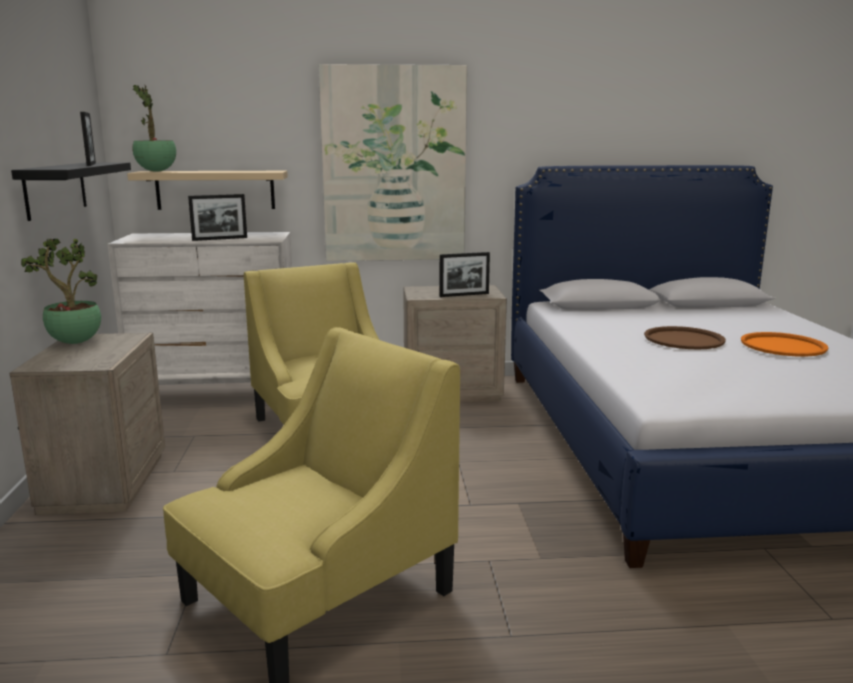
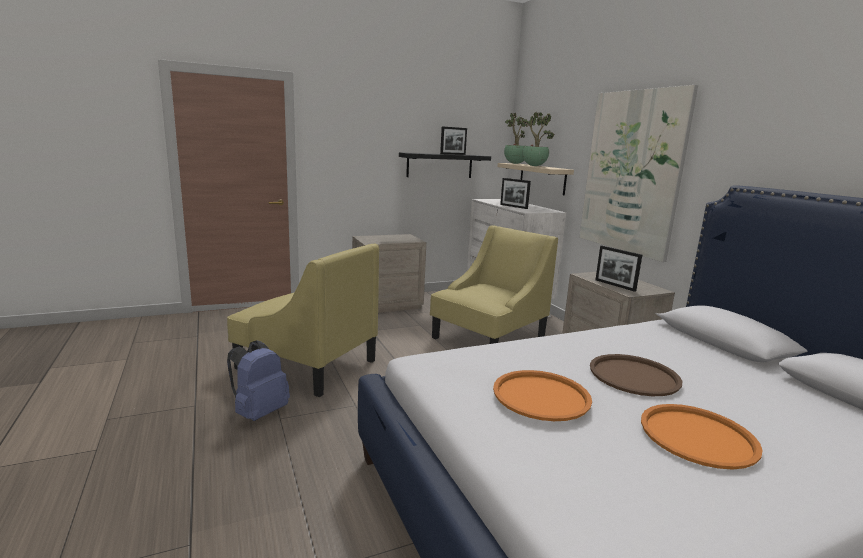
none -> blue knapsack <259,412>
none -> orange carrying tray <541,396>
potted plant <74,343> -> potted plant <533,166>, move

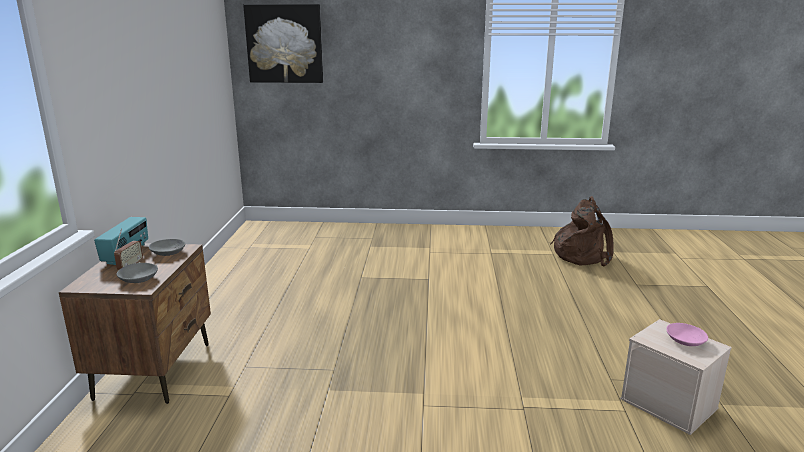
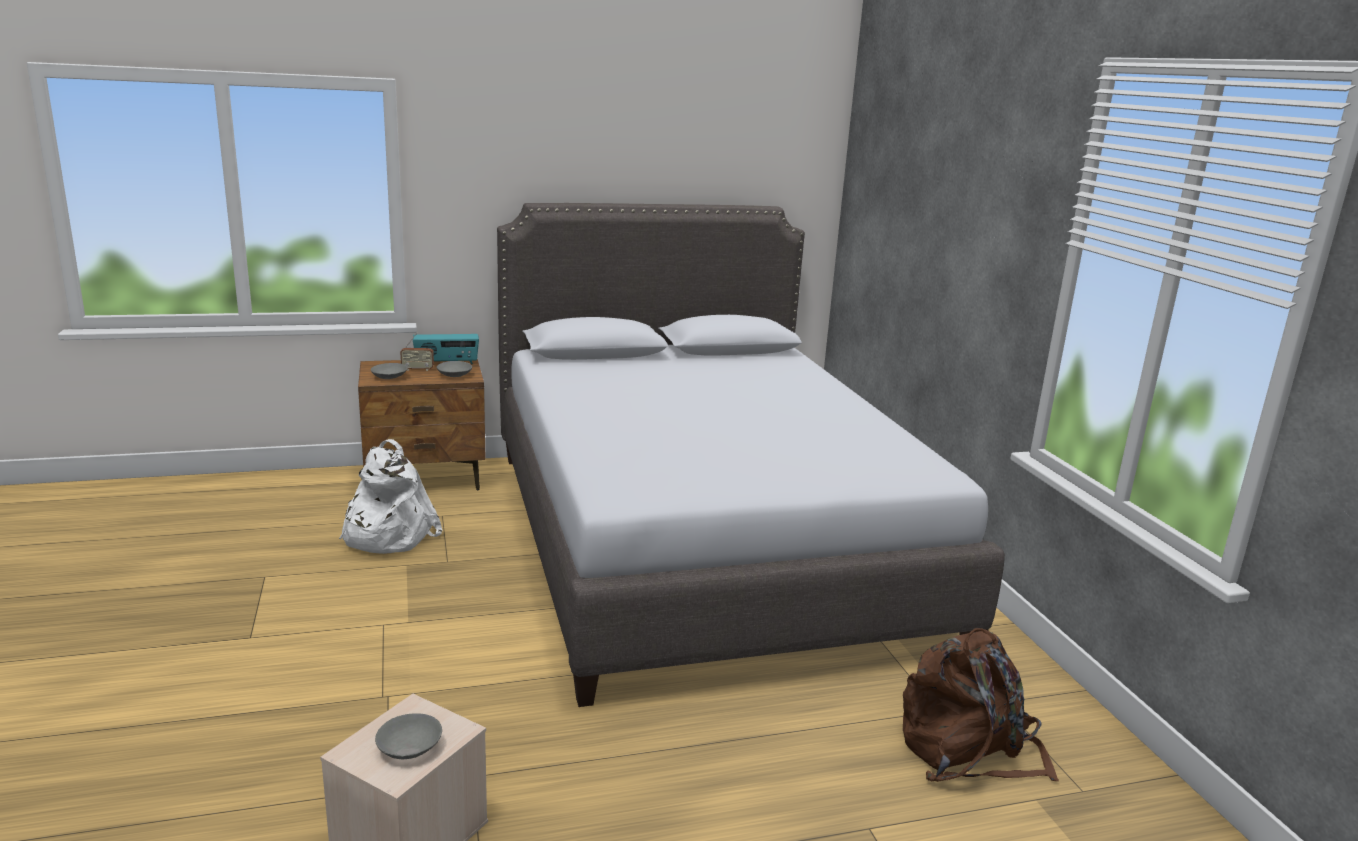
picture <284,43> -> none
none -> white knapsack <386,534>
none -> gray bed <700,541>
pink-coloured bowl <686,341> -> gray bowl <408,748>

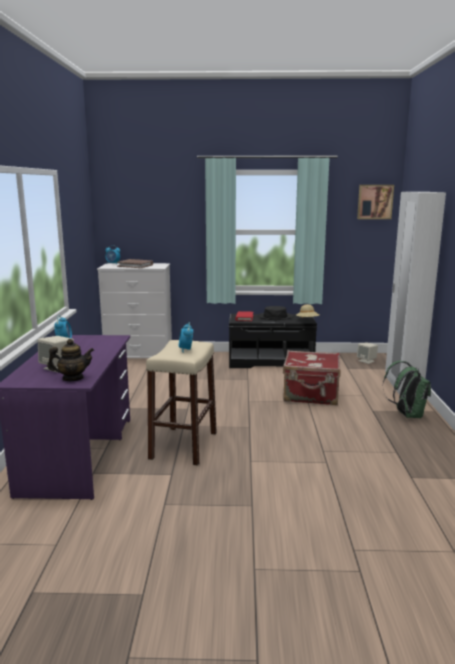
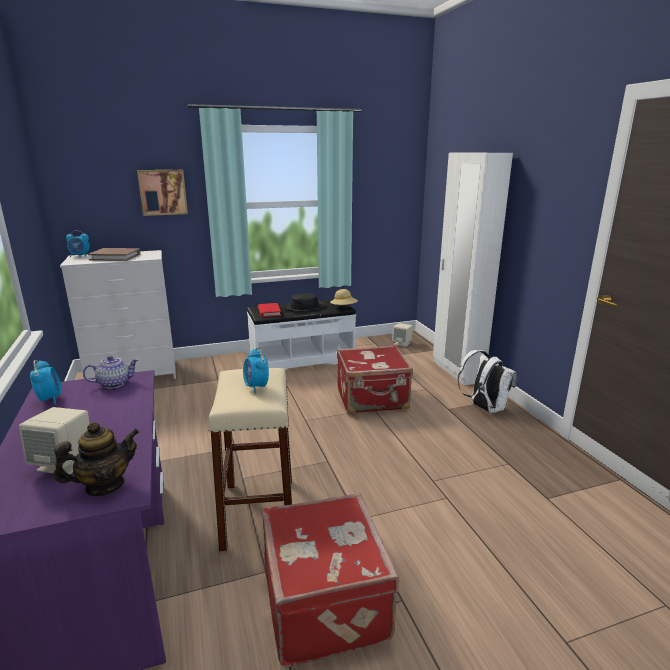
none -> pot for tea <114,383>
none -> reddish travel case <327,602>
picture <374,202> -> picture <163,192>, move
black-coloured bench <270,362> -> white bench <301,359>
greenish knapsack <406,414> -> white knapsack <484,408>

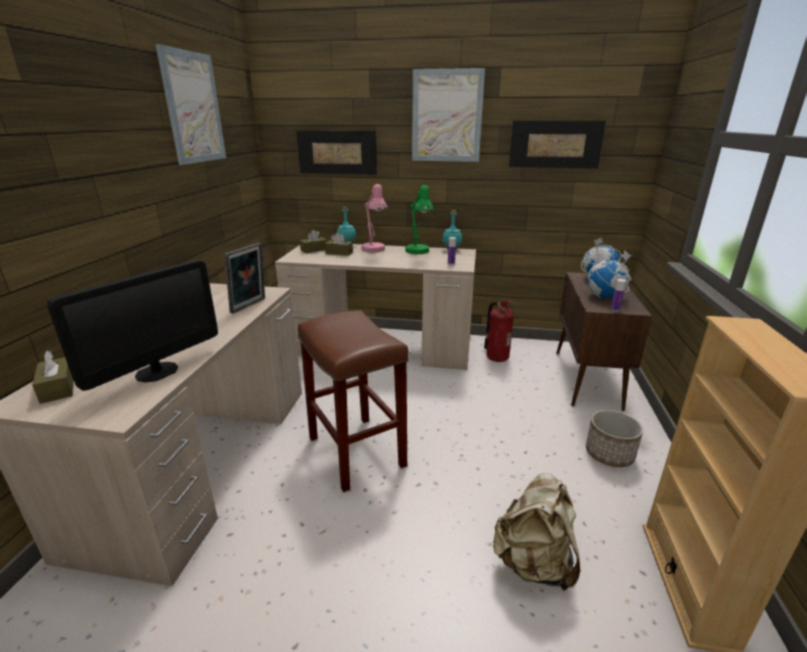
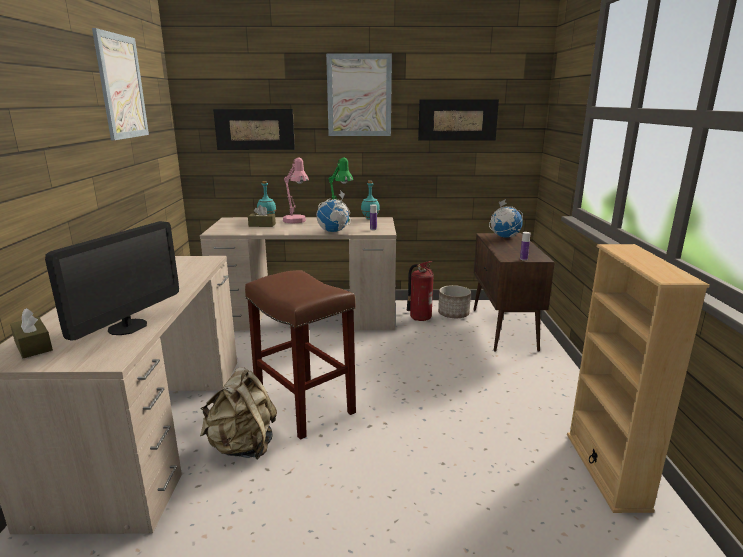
picture frame <250,306> -> none
brown-coloured tissue holder <314,250> -> none
beige knapsack <533,563> -> beige knapsack <243,446>, move
plant pot <609,454> -> plant pot <453,314>, move
world globe <605,297> -> world globe <333,231>, move

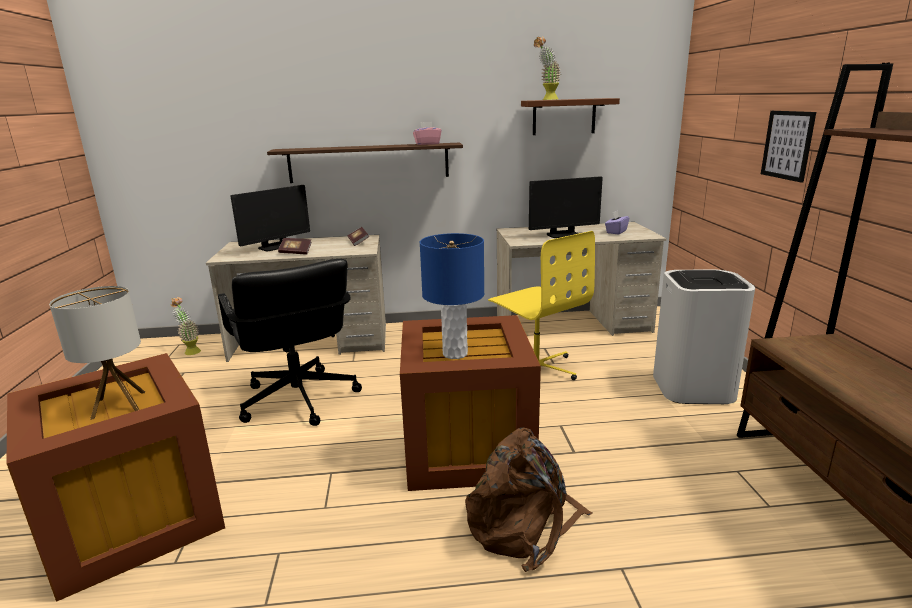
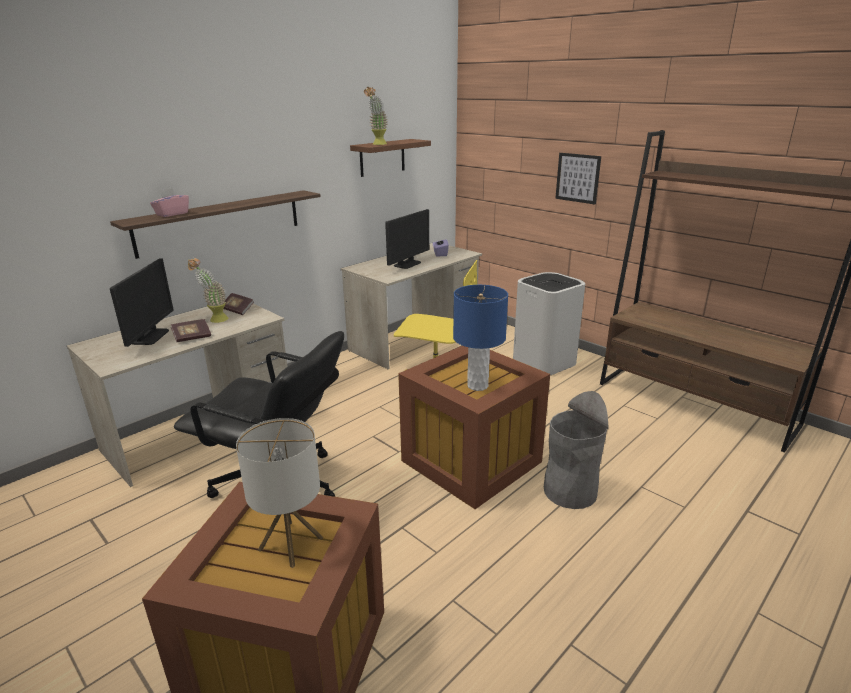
potted plant <190,351> -> potted plant <214,319>, move
pink-coloured tissue holder <427,144> -> pink-coloured tissue holder <172,214>, move
brown-coloured knapsack <524,526> -> gray waste bin <570,491>

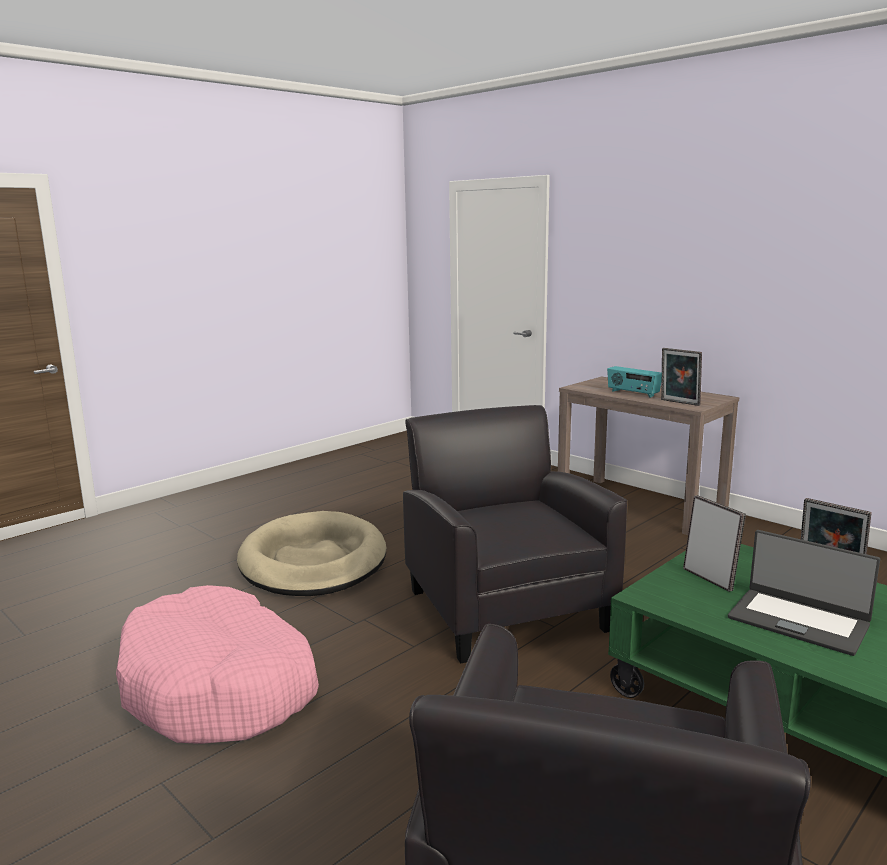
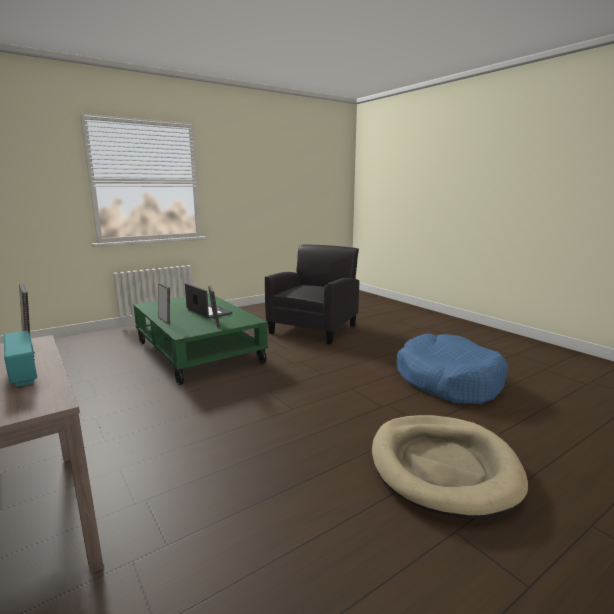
black-coloured armchair <506,608> -> none
pink-coloured dog bed <220,687> -> blue dog bed <448,381>

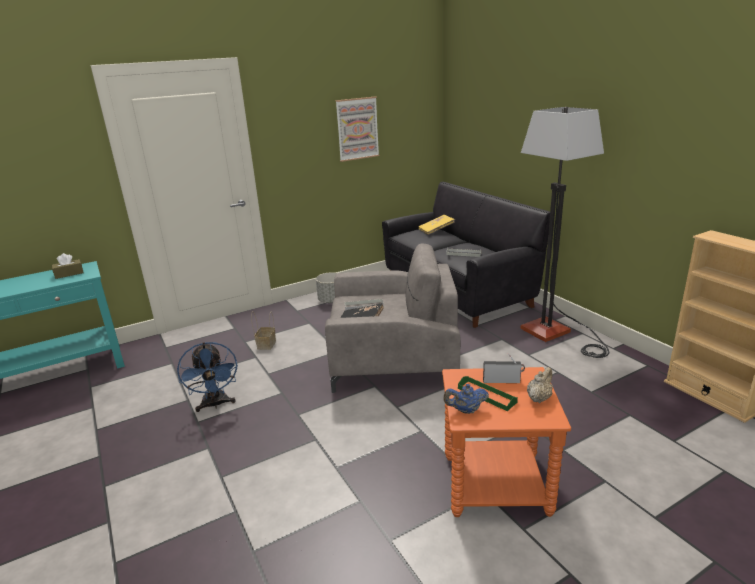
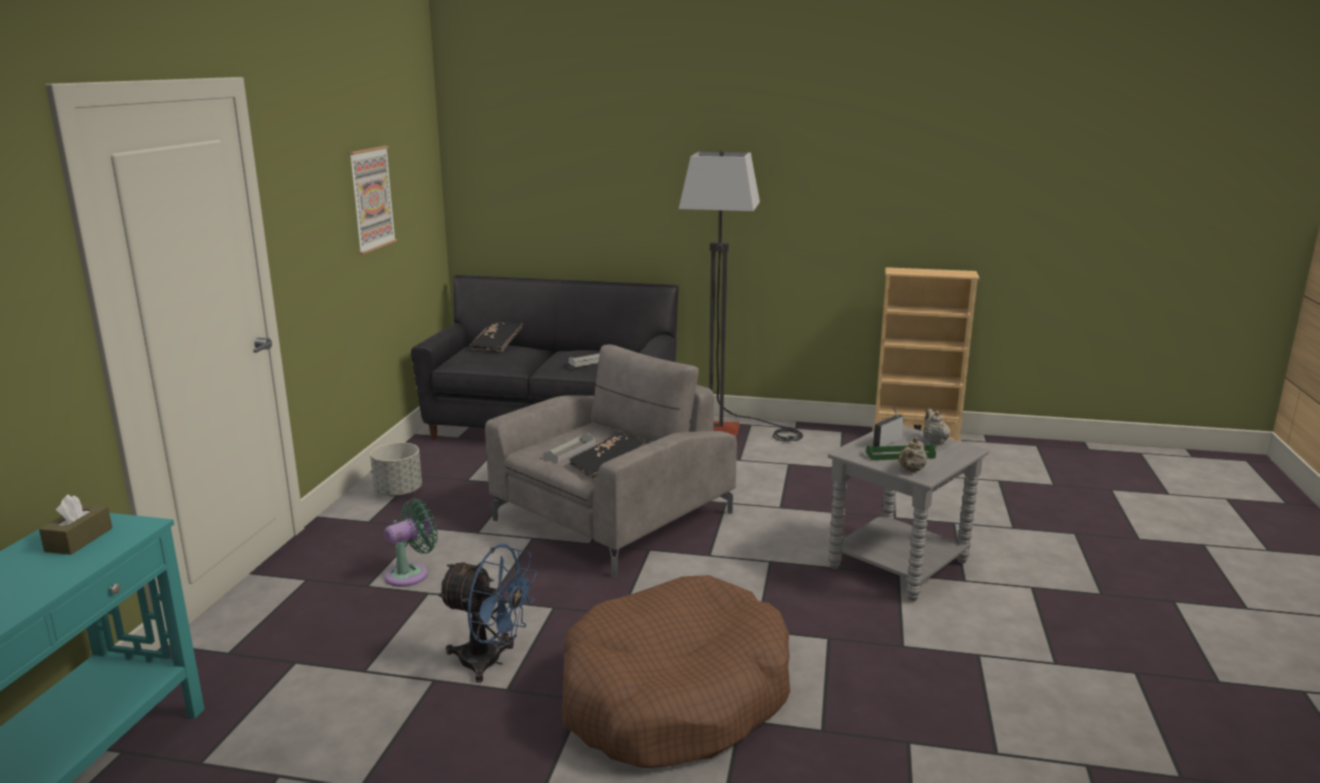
none -> brown-coloured dog bed <674,697>
basket <266,344> -> greenish fan <411,574>
yellow book <436,230> -> black-coloured book <497,345>
orange side table <495,485> -> gray side table <899,566>
blue pot for tea <466,410> -> beige pot for tea <911,470>

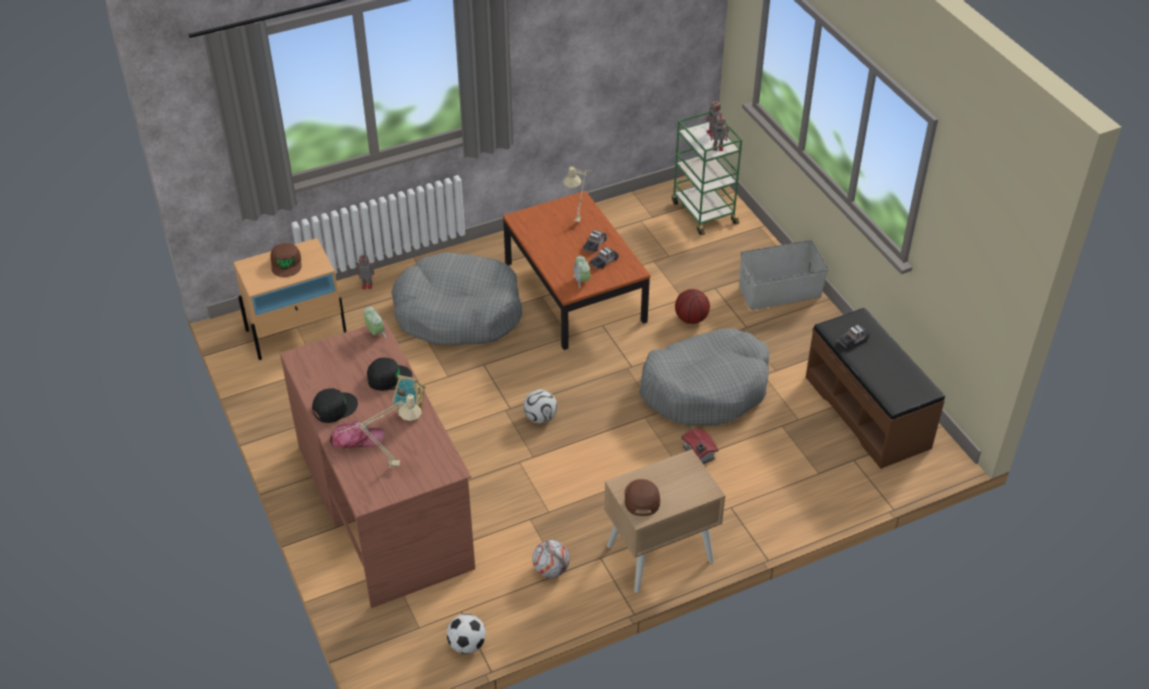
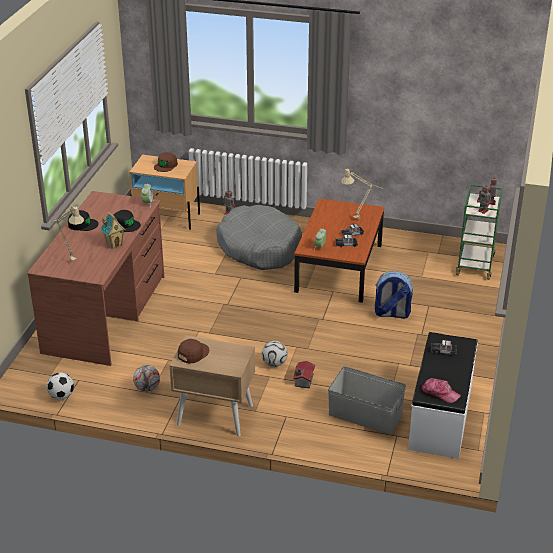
gray dog bed <706,388> -> none
baseball cap <356,439> -> baseball cap <440,393>, move
ball for football <540,418> -> ball for football <274,363>, move
gray storage bin <780,292> -> gray storage bin <365,415>, move
basketball ball <691,319> -> knapsack <391,314>
brown-coloured bench <868,411> -> white bench <441,416>

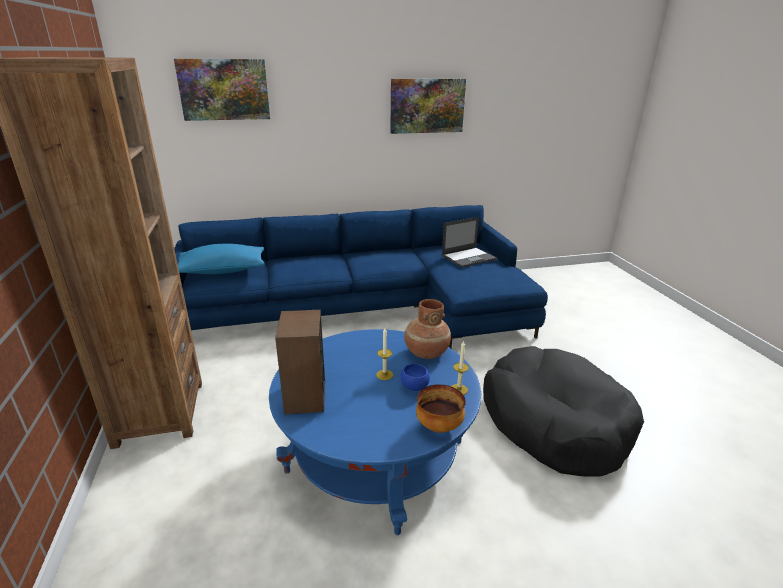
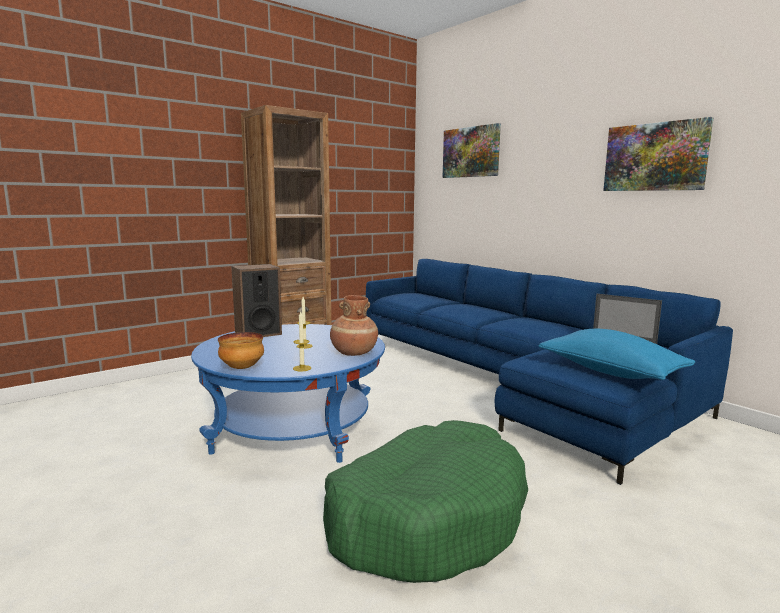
blue bowl <414,387> -> none
blue cushion <222,271> -> blue cushion <611,372>, move
black-coloured dog bed <554,422> -> greenish dog bed <426,517>

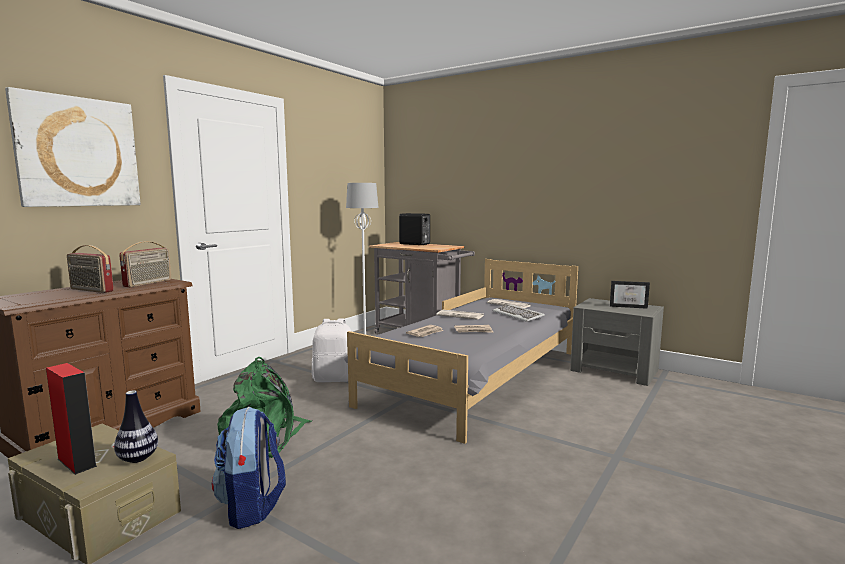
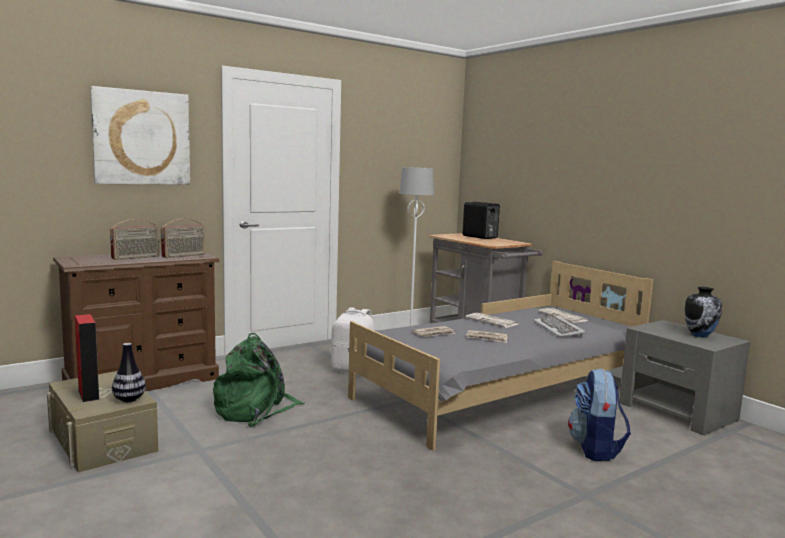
knapsack <252,506> -> knapsack <596,449>, move
picture frame <628,306> -> flower vase <700,335>
radio set <91,290> -> radio set <136,258>, 90 degrees counterclockwise

